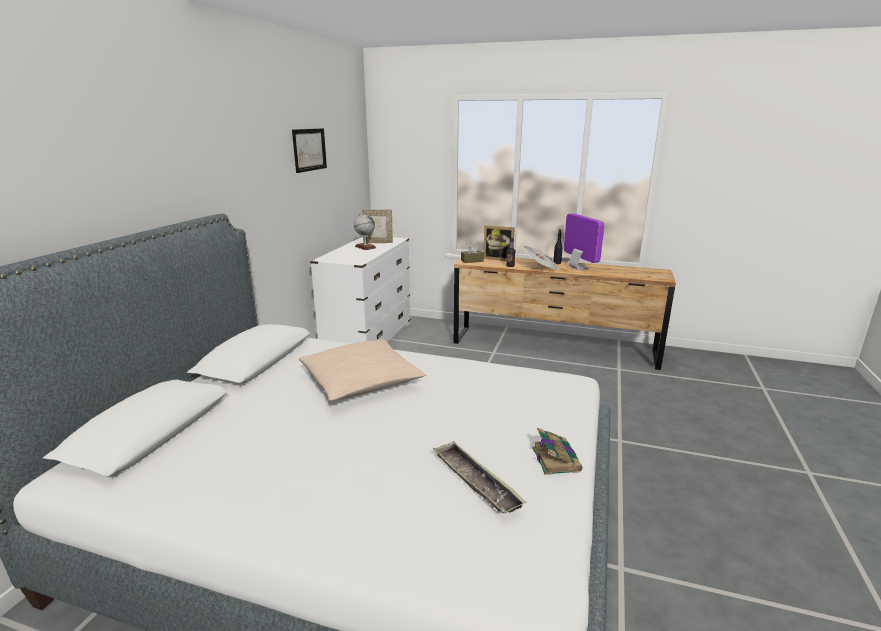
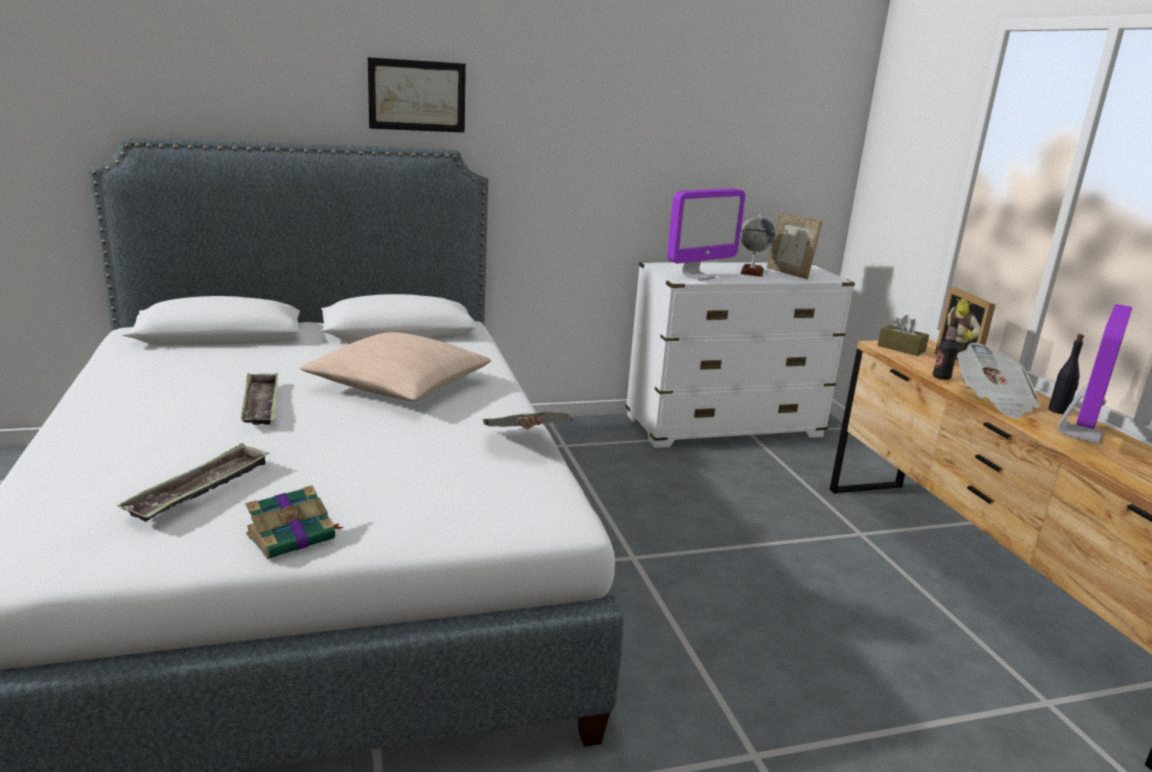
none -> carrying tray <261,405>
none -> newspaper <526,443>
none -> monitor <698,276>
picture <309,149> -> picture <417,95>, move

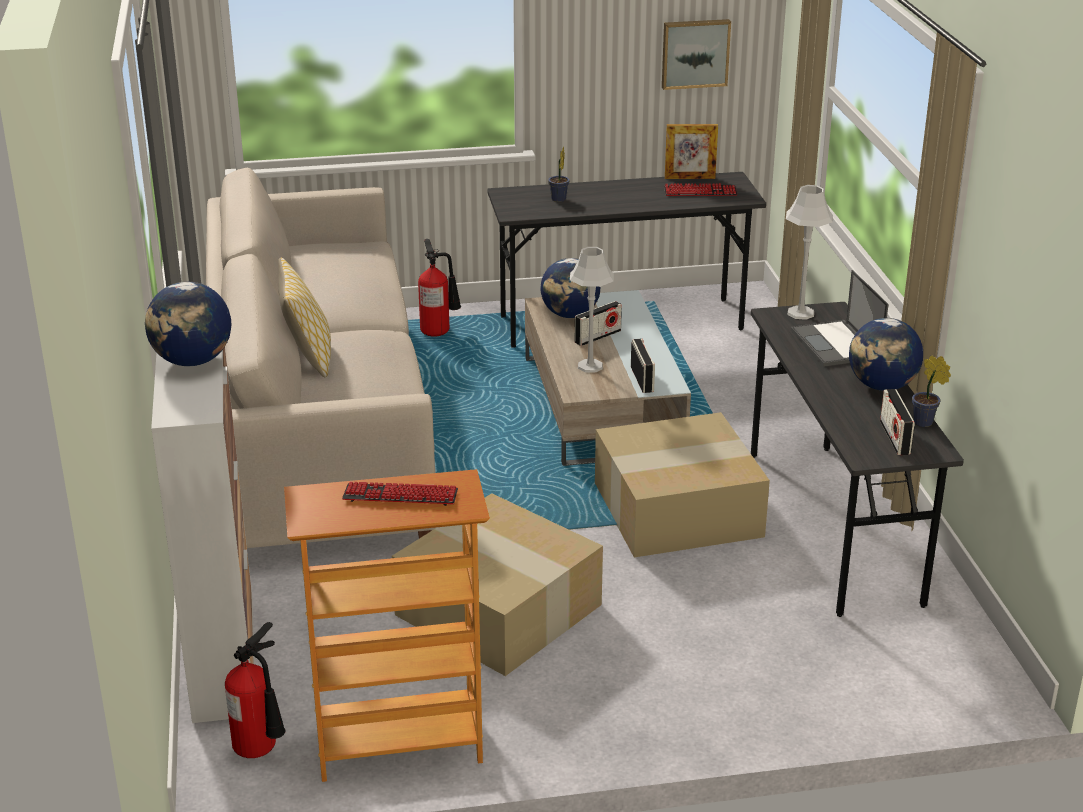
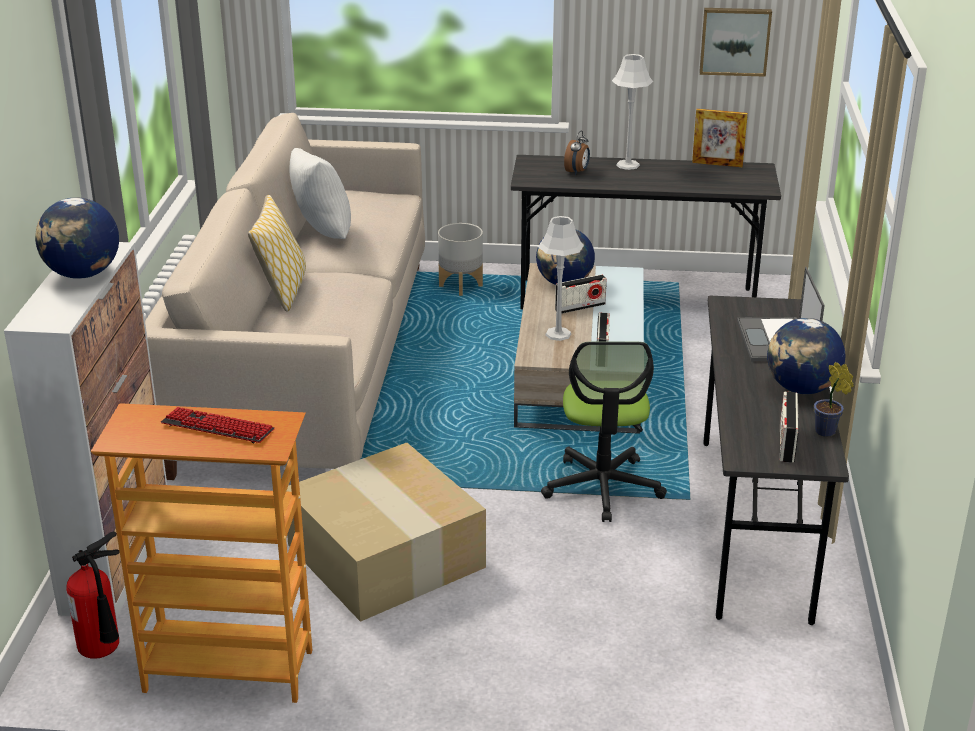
PC keyboard <700,192> -> none
none -> white cushion <321,234>
gray lamp for a table <800,313> -> gray lamp for a table <628,165>, move
fire extinguisher <439,331> -> gray plant pot <461,286>
potted plant <558,200> -> alarm clock <577,172>
cardboard box <676,511> -> computer chair <602,487>

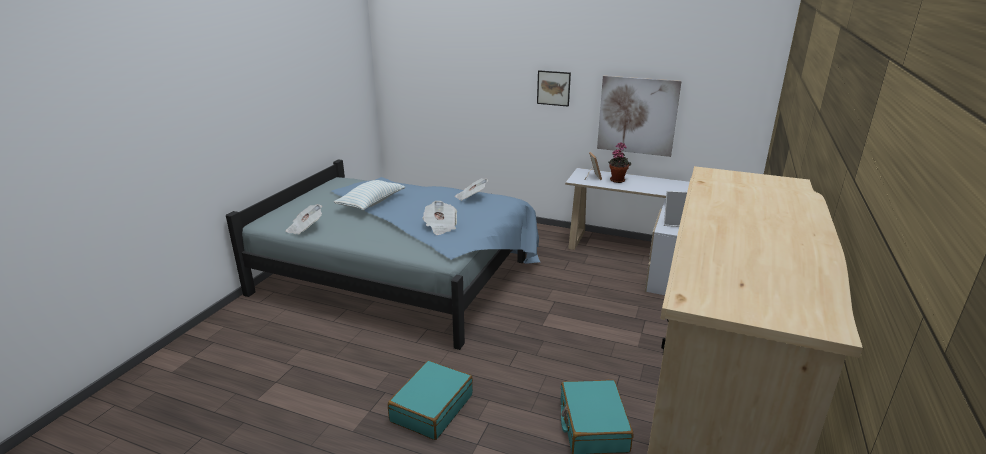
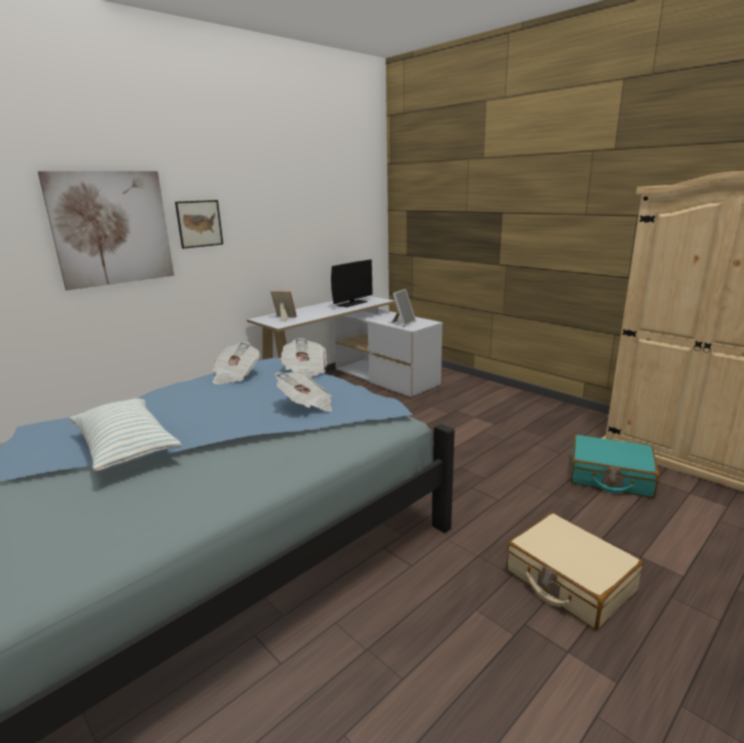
potted plant <617,180> -> none
none -> monitor <352,303>
newspaper <305,228> -> newspaper <304,371>, move
picture <637,116> -> picture <112,228>, move
blue-green travel case <431,408> -> beige travel case <569,581>

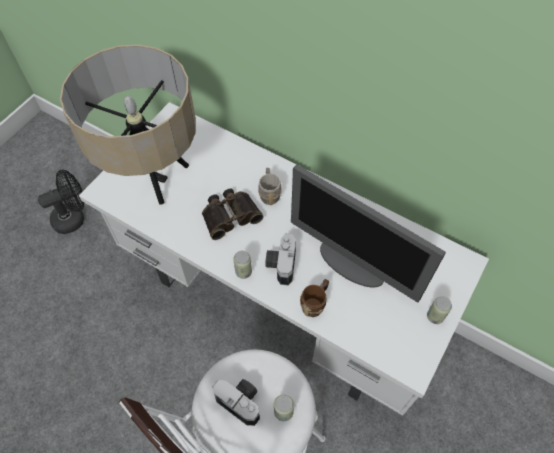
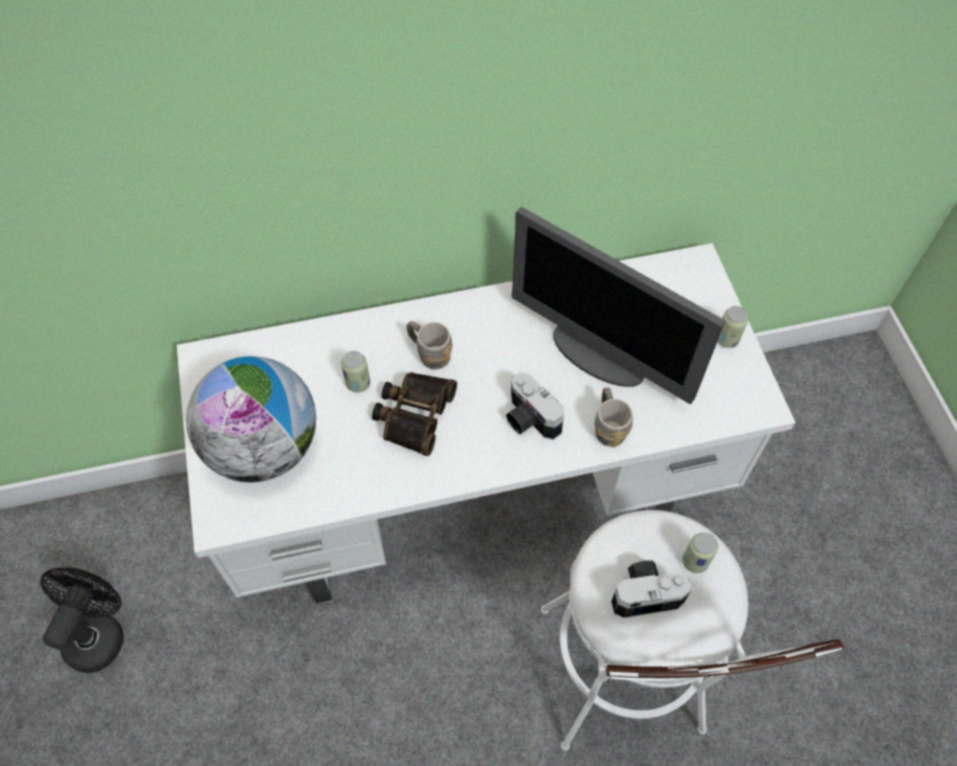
can <243,271> -> can <358,383>, move
beige lamp for a table <152,175> -> world globe <264,447>
brown-coloured mug <315,303> -> gray mug <608,427>
monitor <352,264> -> monitor <598,356>, 45 degrees clockwise

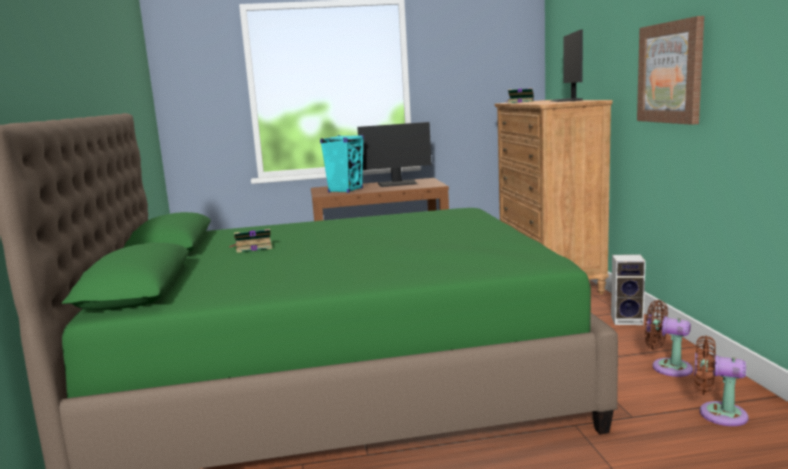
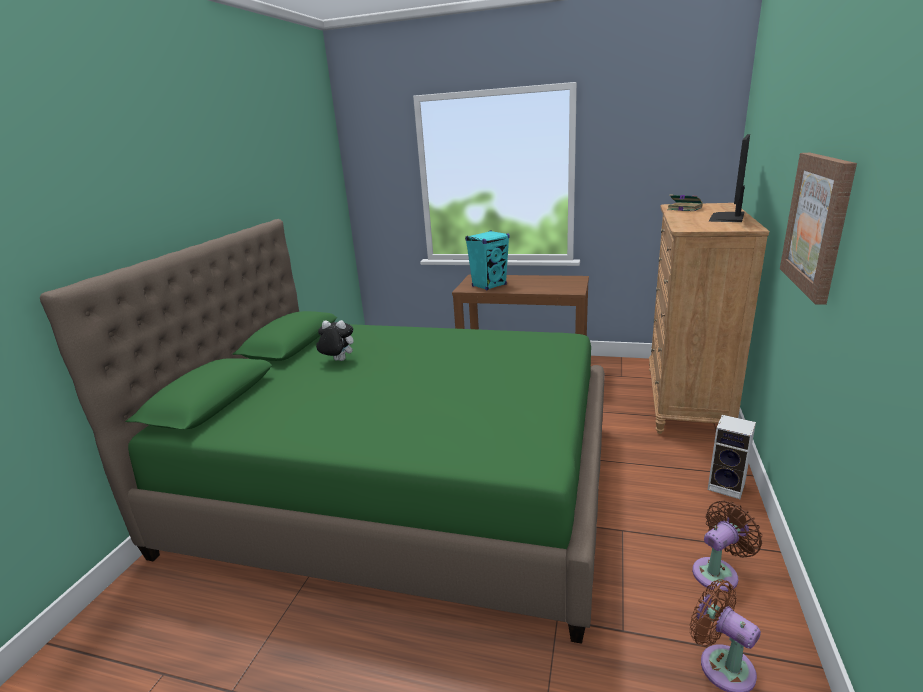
monitor <398,183> -> none
book <252,247> -> cuddly toy <338,361>
brown-coloured fan <667,367> -> brown-coloured fan <718,572>, 90 degrees clockwise

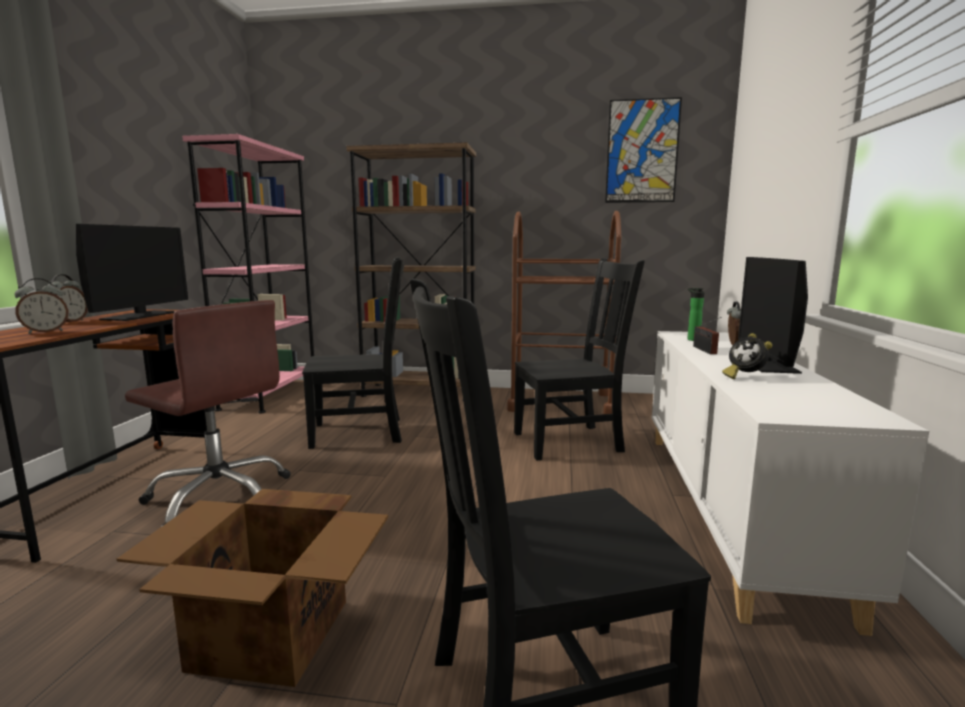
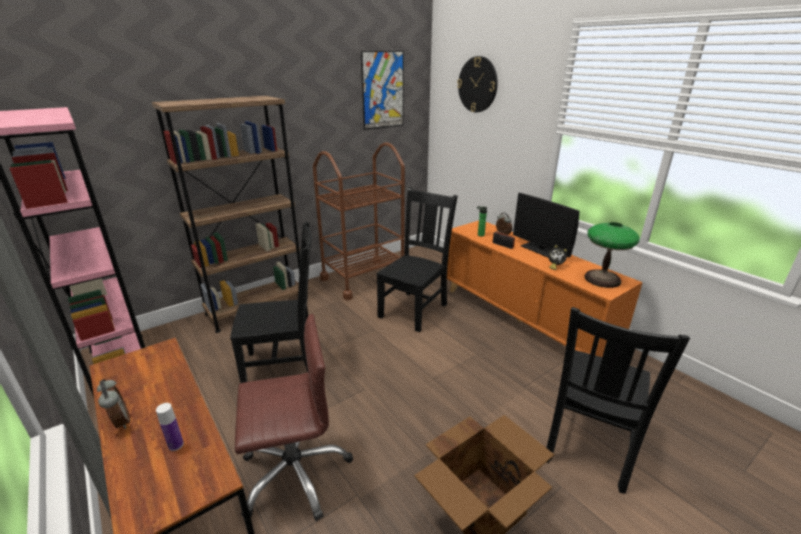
monitor <141,315> -> none
none -> clock on the wall <477,84>
none -> lamp for a table <602,279>
alarm clock <45,332> -> beverage bottle <176,445>
white cabinet <729,508> -> orange cabinet <523,319>
black-coloured upright chair <361,432> -> black-coloured upright chair <285,366>, 45 degrees clockwise

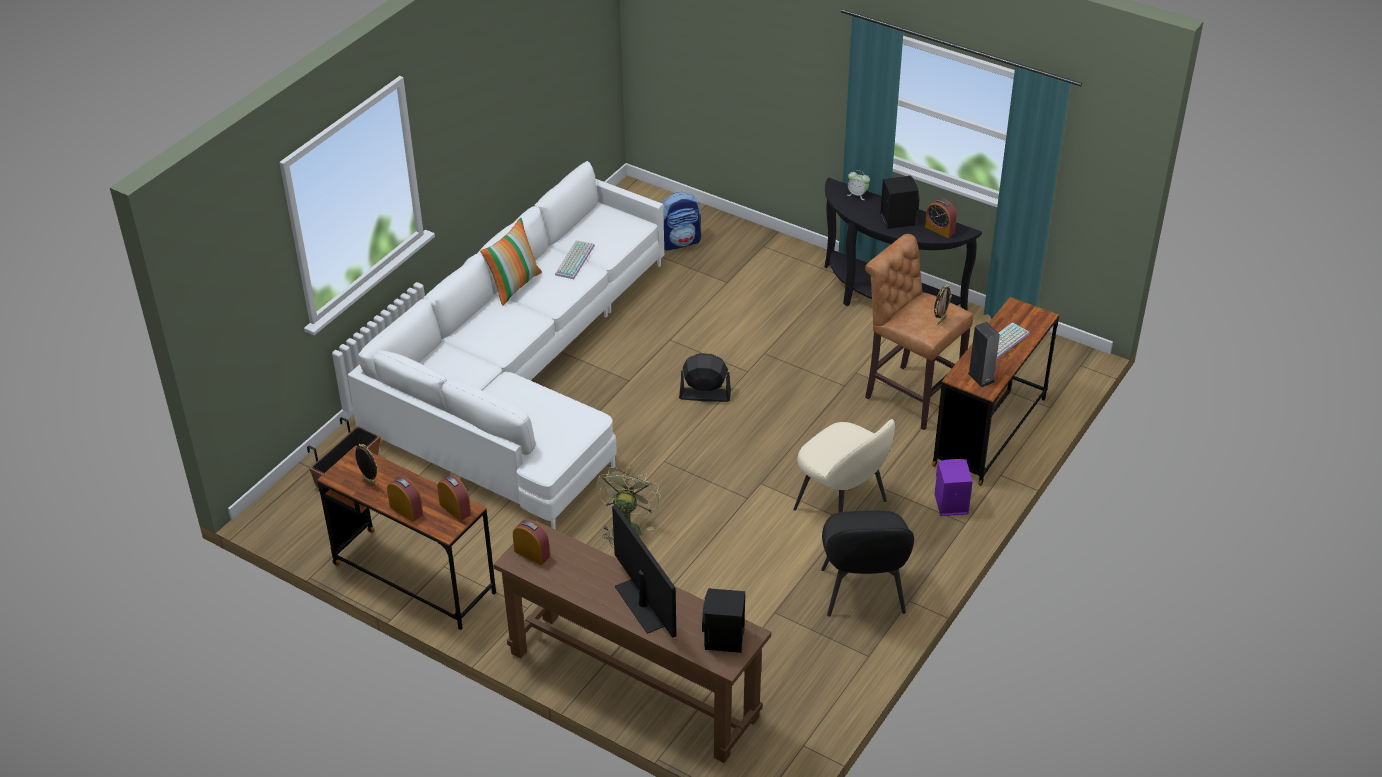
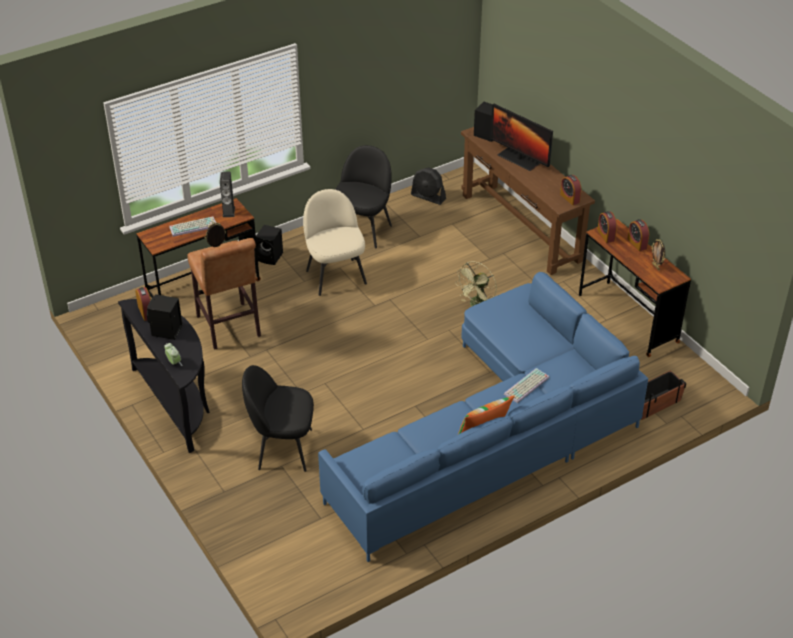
knapsack <679,242> -> none
none -> black-coloured upright chair <283,449>
PC keyboard <574,259> -> PC keyboard <527,386>, move
black-coloured fan <704,394> -> black-coloured fan <428,197>, move
white settee <523,378> -> blue settee <494,435>
purplish loudspeaker <949,504> -> black-coloured loudspeaker <271,257>
monitor <645,604> -> monitor <519,159>, 45 degrees counterclockwise

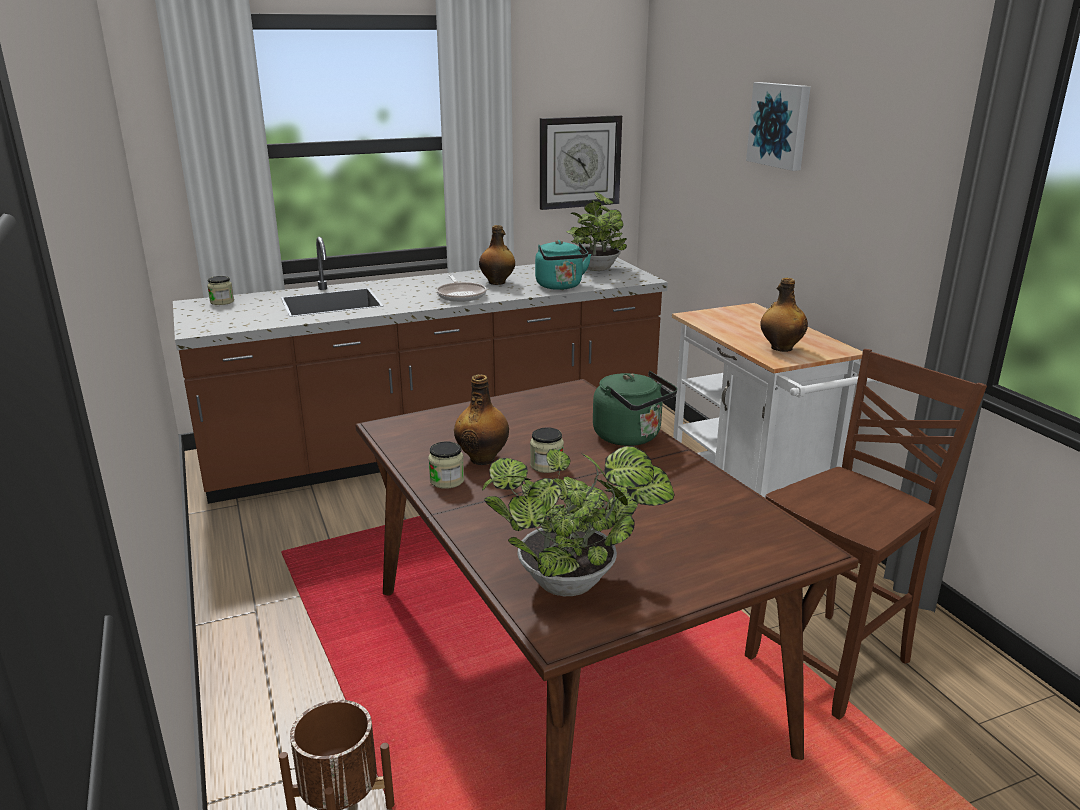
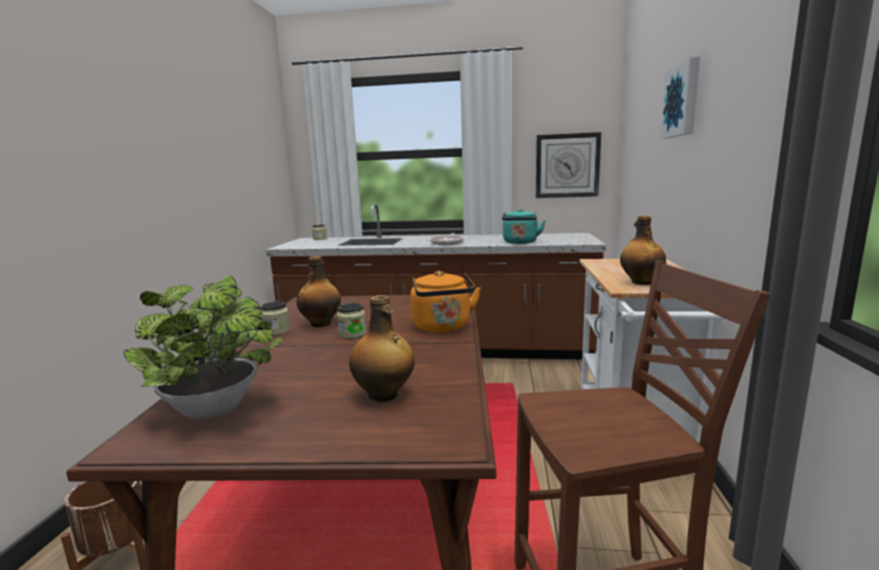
potted plant <596,267> -> none
beverage bottle <497,282> -> beverage bottle <384,395>, move
greenish water kettle <631,437> -> orange water kettle <443,328>

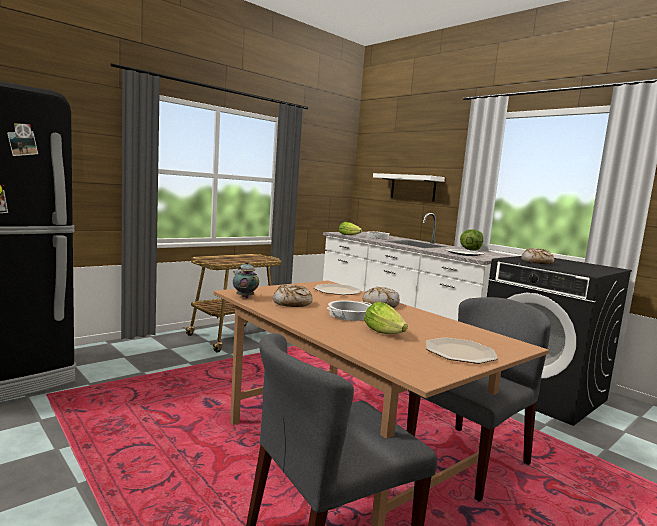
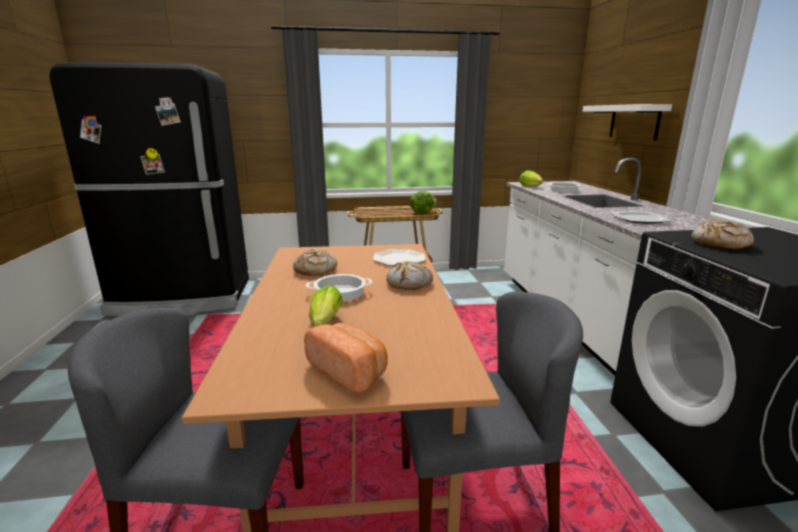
pot for tea <244,297> -> none
head of lettuce <470,250> -> head of lettuce <422,212>, move
plate <460,352> -> bakery bread <349,371>

